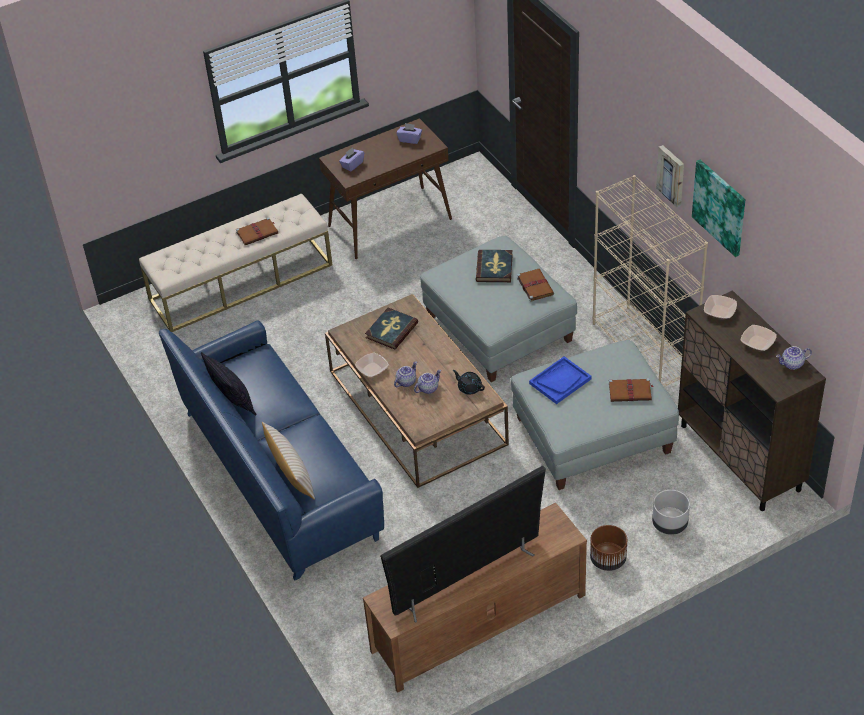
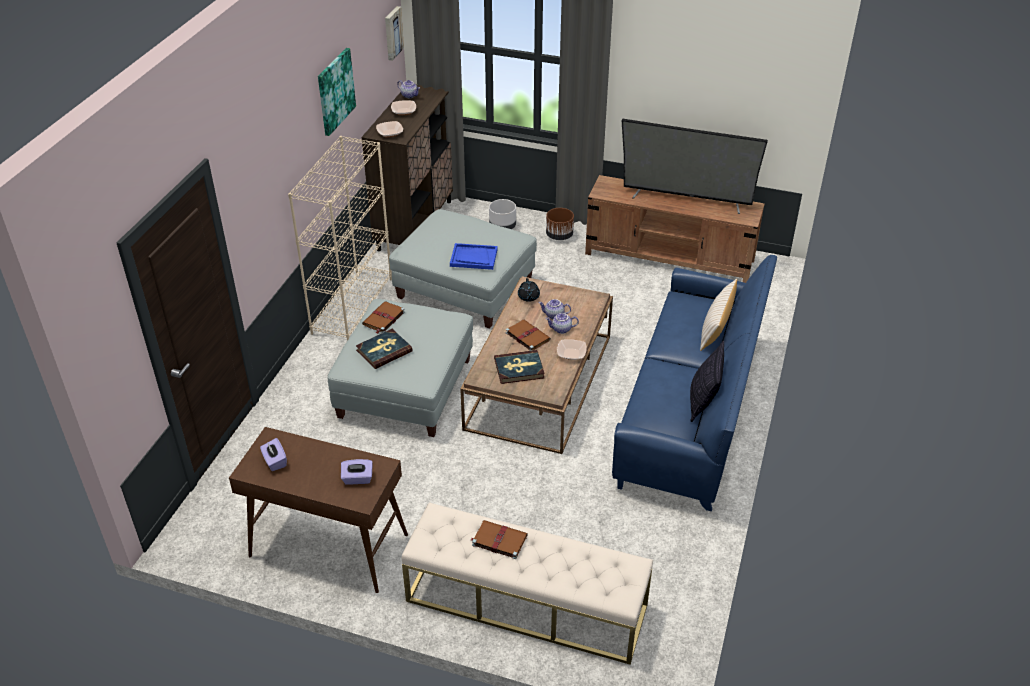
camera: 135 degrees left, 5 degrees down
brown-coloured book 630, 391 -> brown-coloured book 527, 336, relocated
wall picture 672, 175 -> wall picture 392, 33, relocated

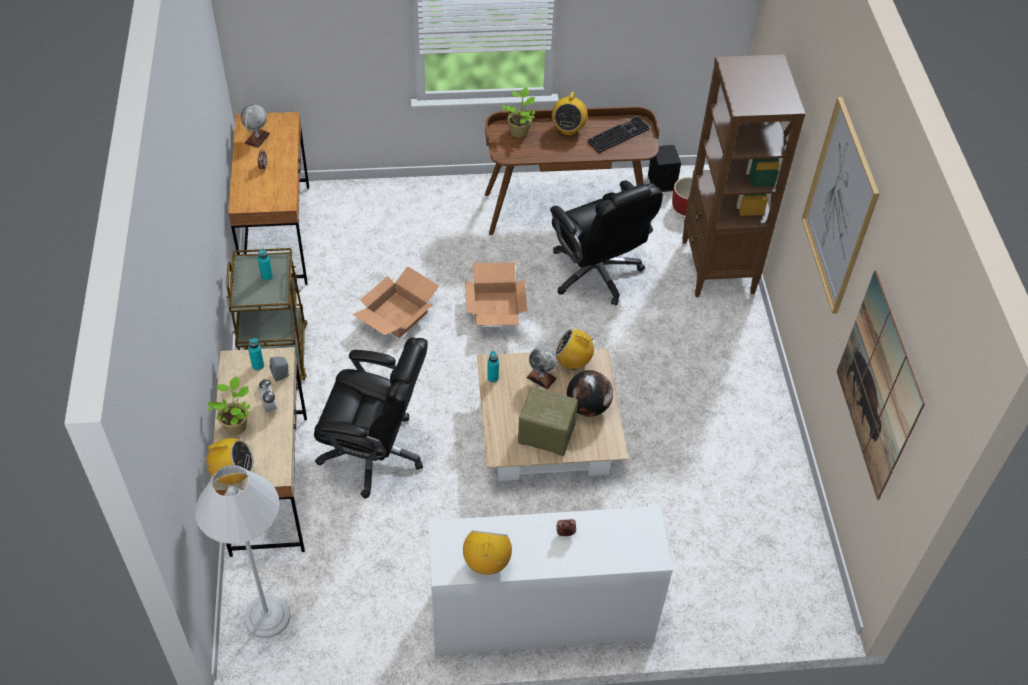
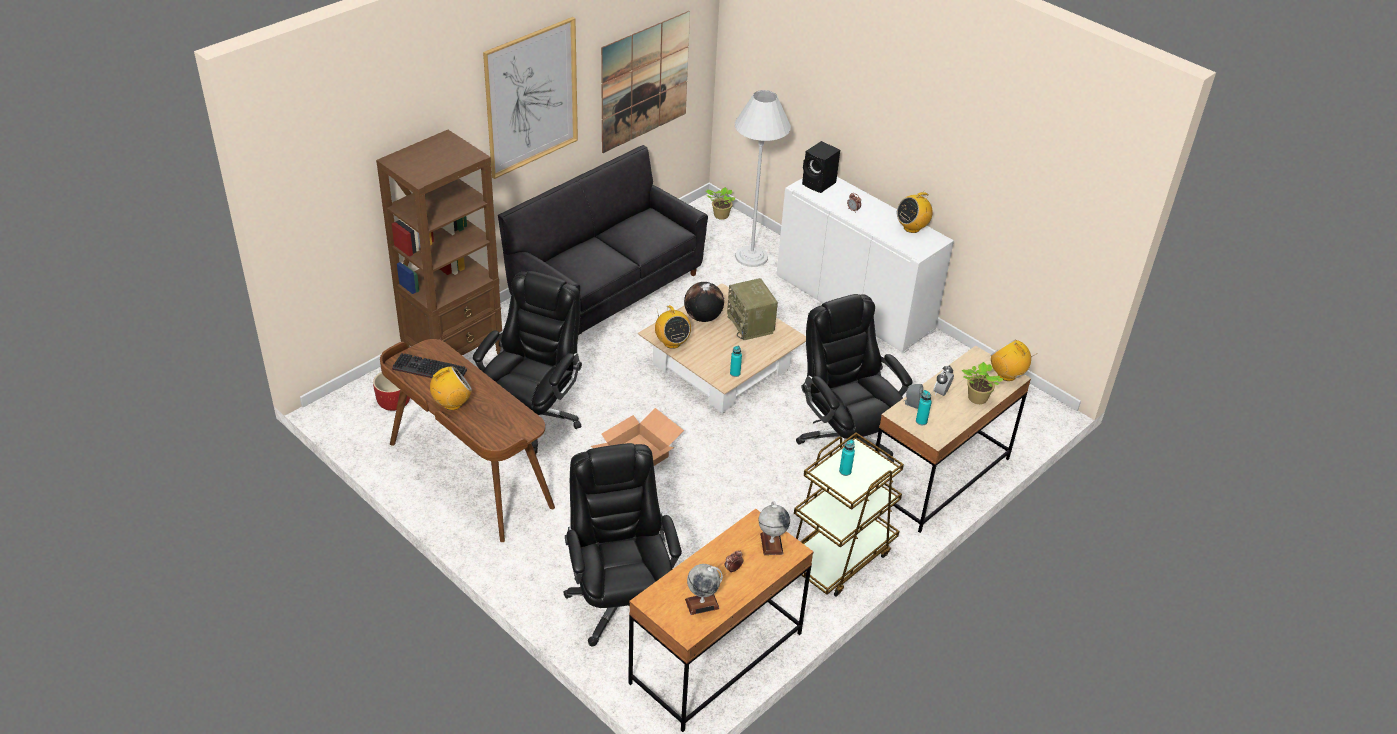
camera: 130 degrees left, 10 degrees down
whitish standing lamp 267, 617 -> whitish standing lamp 751, 257, relocated
packing box 397, 314 -> none
potted plant 519, 131 -> potted plant 720, 216, relocated
desk globe 541, 378 -> desk globe 771, 543, relocated
black-coloured speaker 660, 183 -> black-coloured speaker 819, 184, relocated
none -> black-coloured couch 606, 290
none -> black-coloured office chair 620, 602

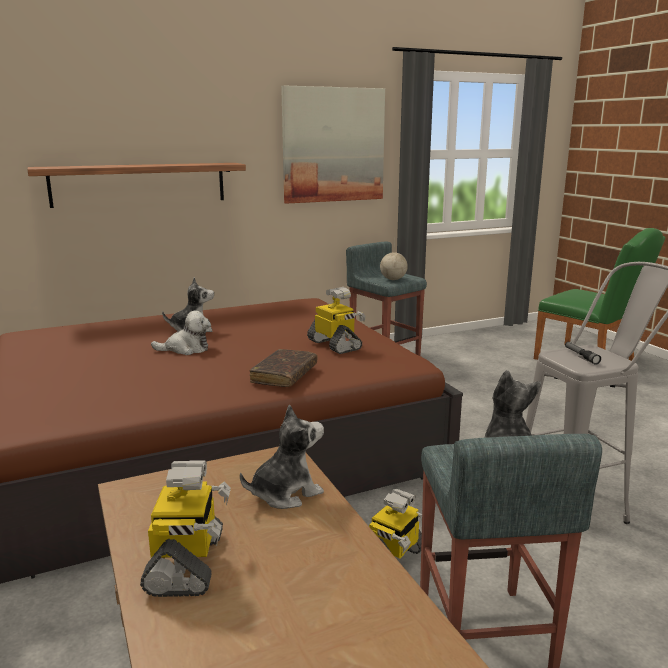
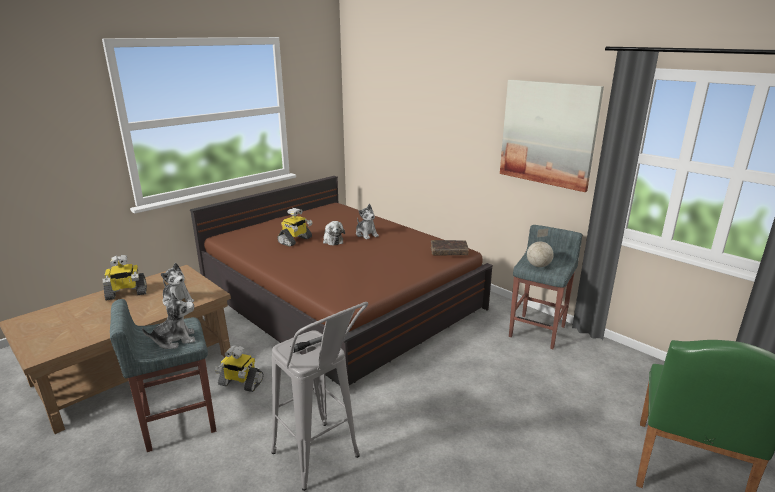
camera: 70 degrees right, 5 degrees up
bracket shelf 139, 184 -> none
brown-coloured book 284, 375 -> brown-coloured book 449, 252, relocated
robot figure 335, 345 -> robot figure 295, 240, relocated

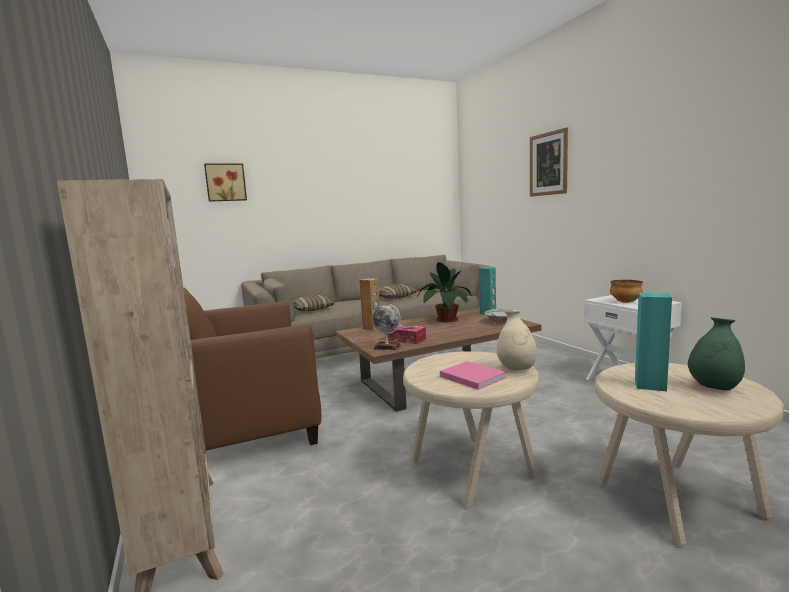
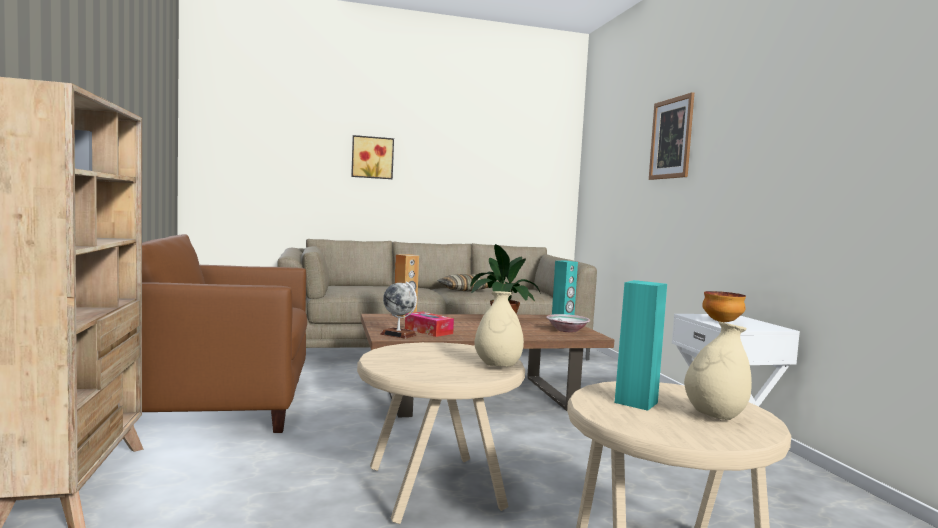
camera: 10 degrees right, 5 degrees down
wall picture 225, 182 -> wall picture 372, 157, relocated
cushion 312, 309 -> none
pink-coloured book 471, 376 -> none
green-coloured decorative vase 714, 388 -> sand-coloured decorative vase 715, 416

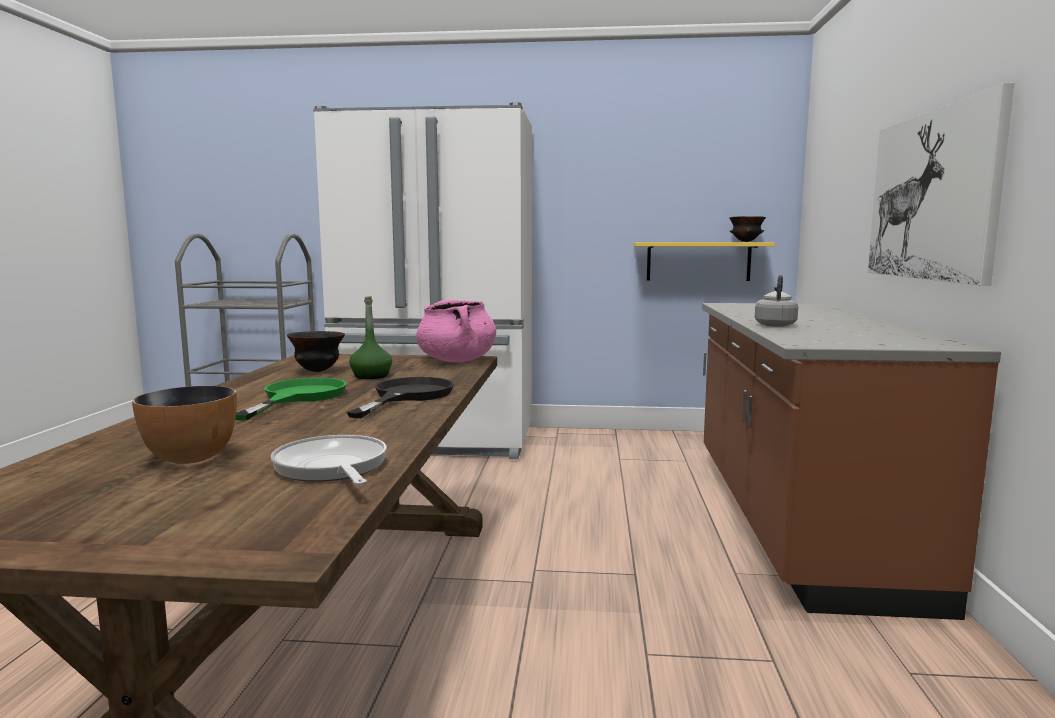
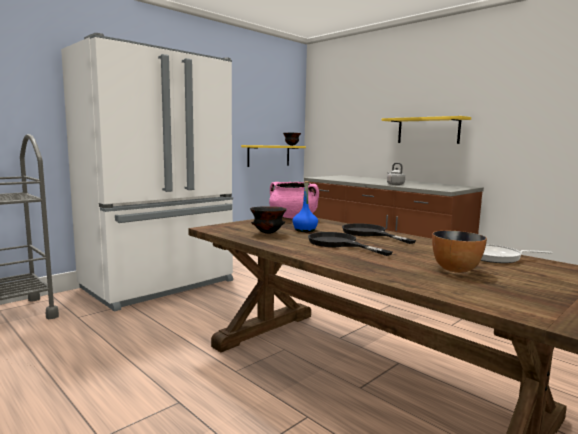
camera: 50 degrees left, 0 degrees up
green-coloured skillet 298, 397 -> black-coloured skillet 338, 244
green-coloured bottle 371, 376 -> blue-coloured bottle 305, 230
wall picture 931, 195 -> yellow bracket shelf 428, 130

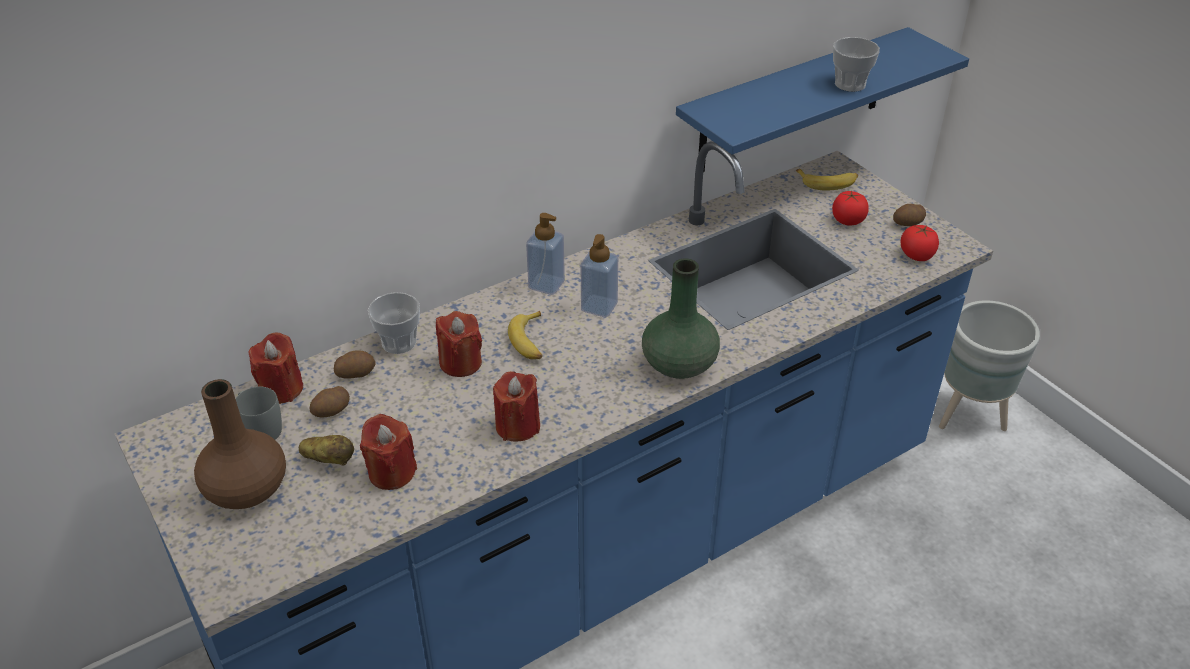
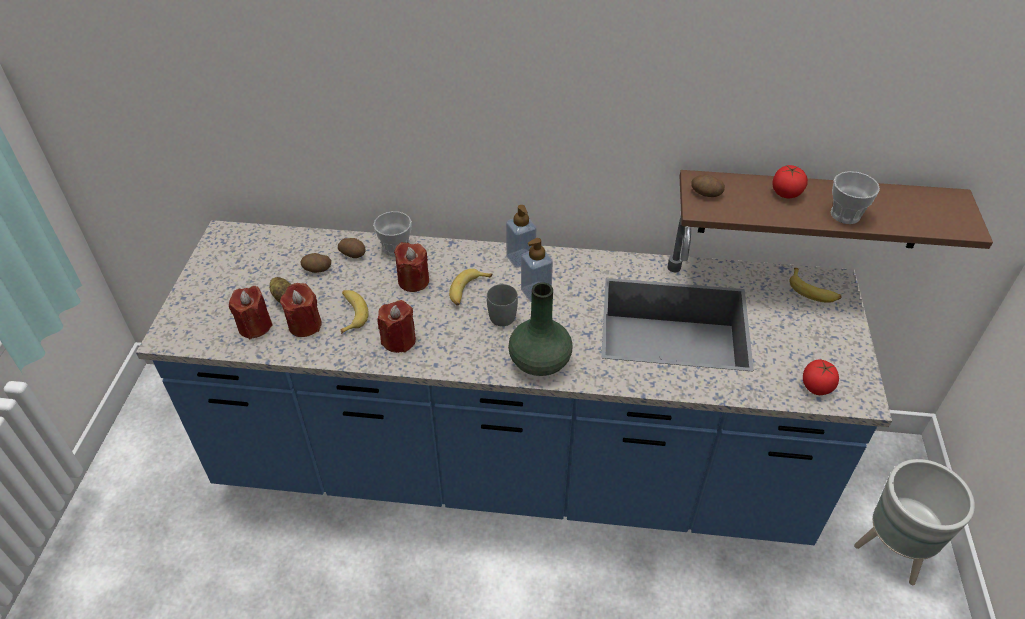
camera: 40 degrees right, 5 degrees up
brown-coloured decorative vase 246, 491 -> none
greyish coffee mug 260, 428 -> greyish coffee mug 502, 313, relocated
red-coloured candle 281, 389 -> red-coloured candle 255, 326, relocated
blue-coloured bracket shelf 793, 101 -> brown-coloured bracket shelf 813, 209
whole tomato 848, 220 -> whole tomato 786, 193, relocated
spud 908, 223 -> spud 706, 194, relocated
none -> banana fruit 351, 313

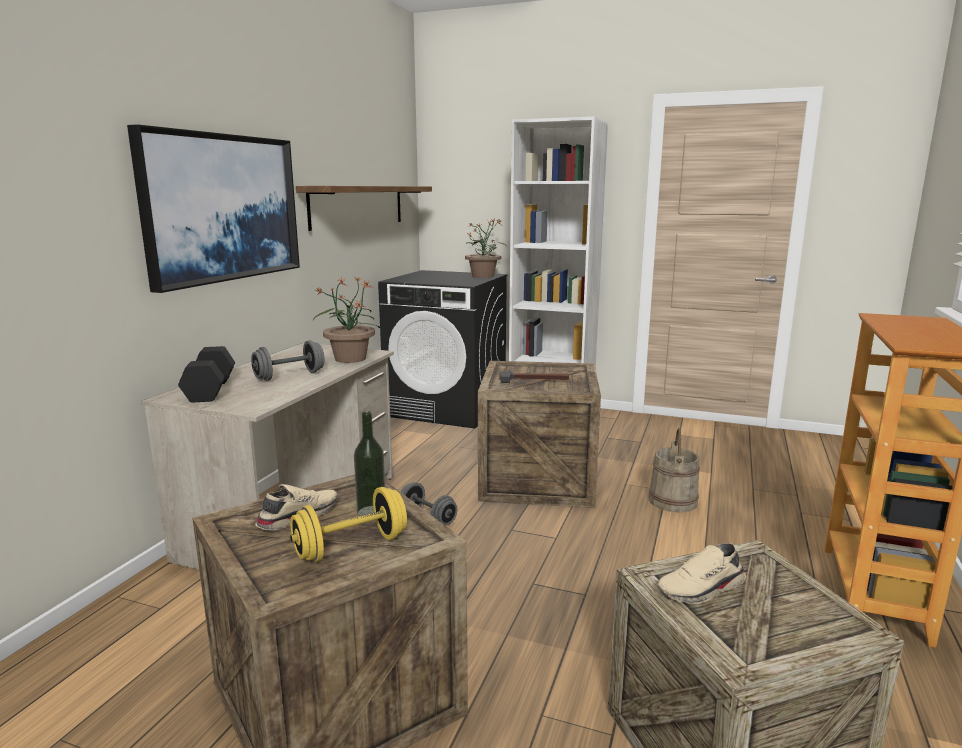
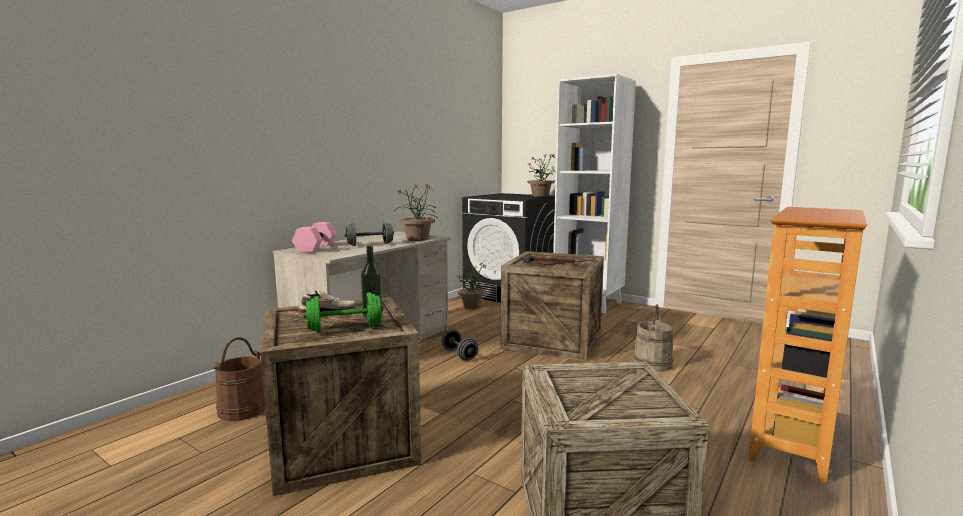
camera: 15 degrees right, 5 degrees down
wall picture 222, 208 -> none
black-coloured free weight 209, 389 -> pink-coloured free weight 315, 248
yellow free weight 351, 547 -> green-coloured free weight 345, 329
bracket shelf 358, 206 -> none
sand-coloured shoe 702, 589 -> none
none -> brown-coloured bucket 242, 409
none -> potted plant 472, 306

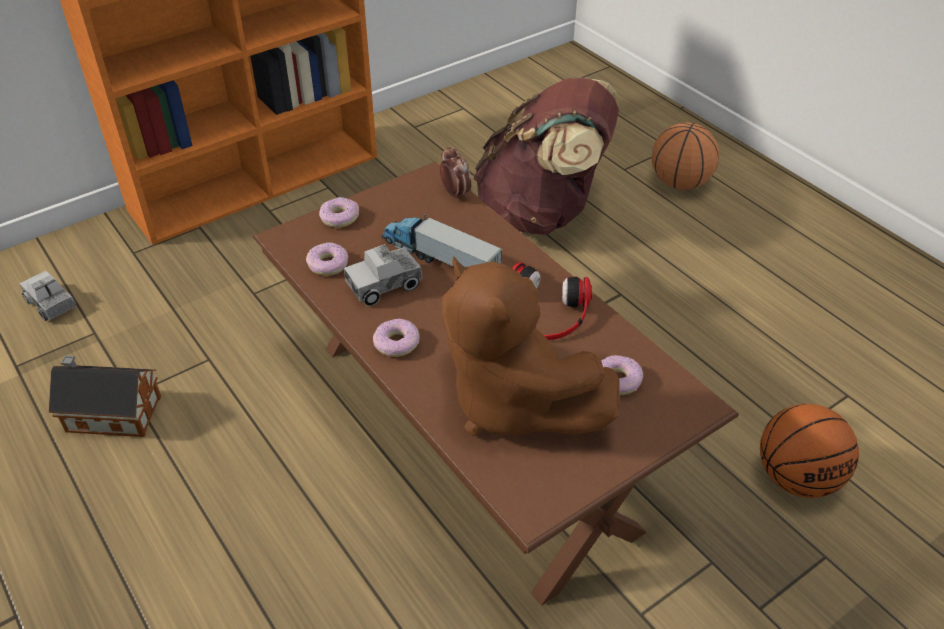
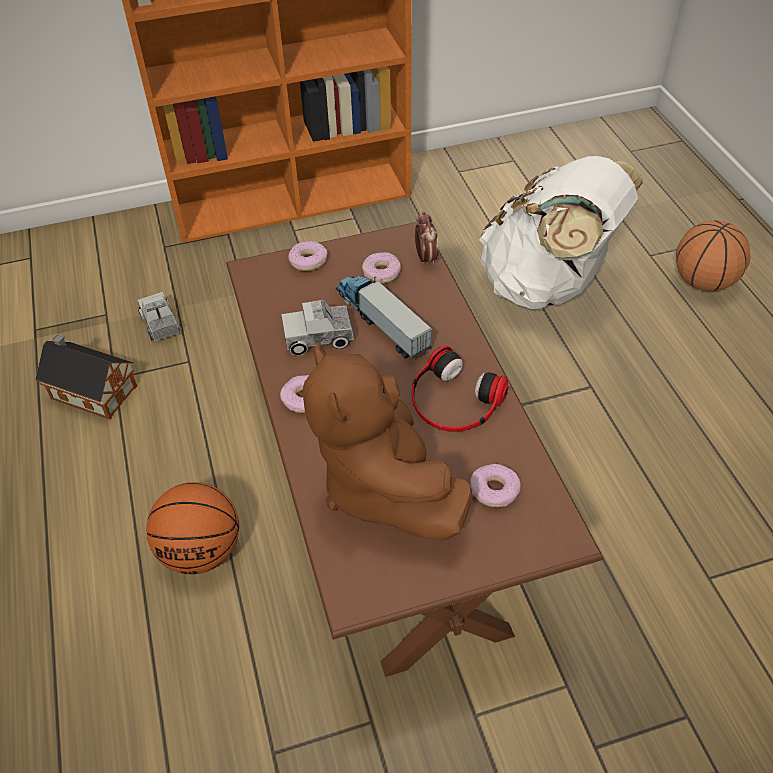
camera: 20 degrees right, 5 degrees up
toy truck 51, 304 -> toy truck 161, 324, relocated
doughnut 328, 264 -> doughnut 381, 273, relocated
brown-coloured rucksack 542, 213 -> whitish rucksack 547, 285
basketball 797, 478 -> basketball 201, 551, relocated

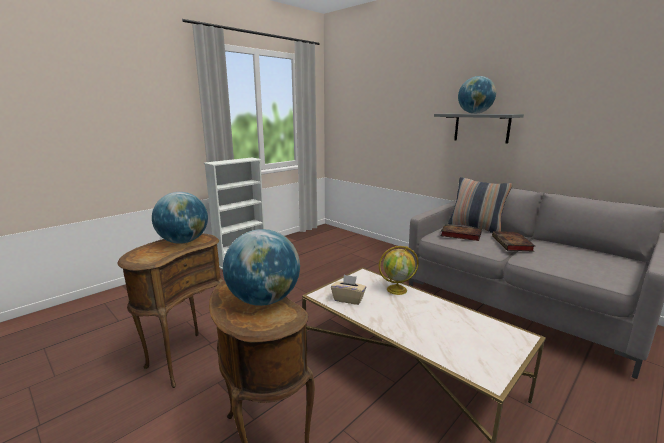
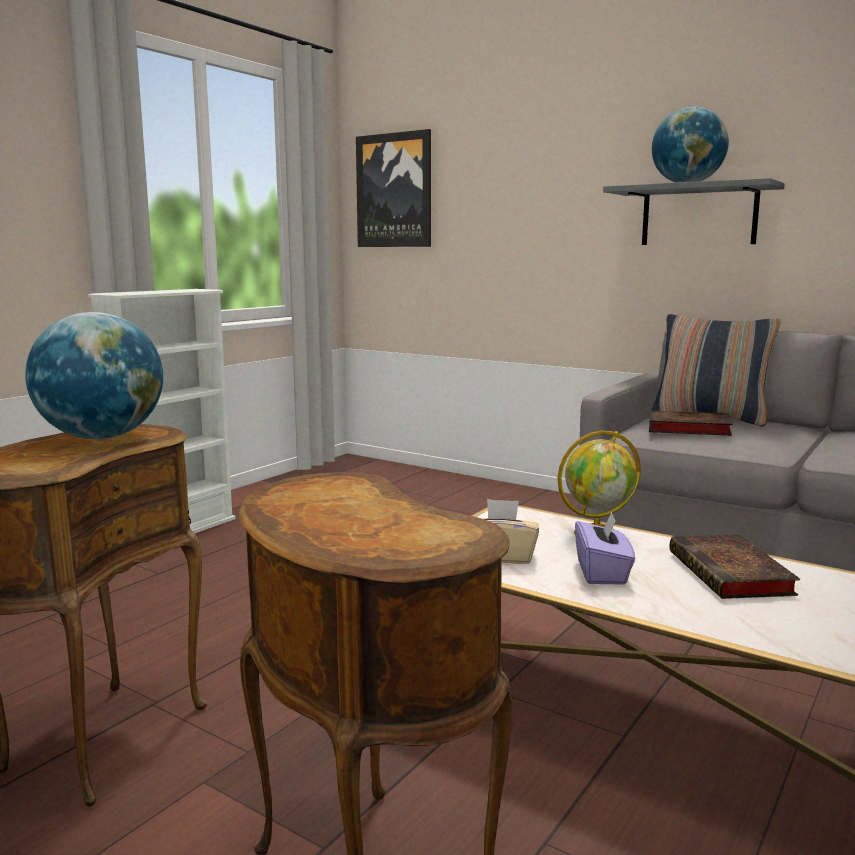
camera: 10 degrees left, 5 degrees down
desk globe 264, 300 -> none
book 512, 244 -> book 732, 575, relocated
none -> wall picture 394, 191
none -> purplish box of tissues 602, 573

